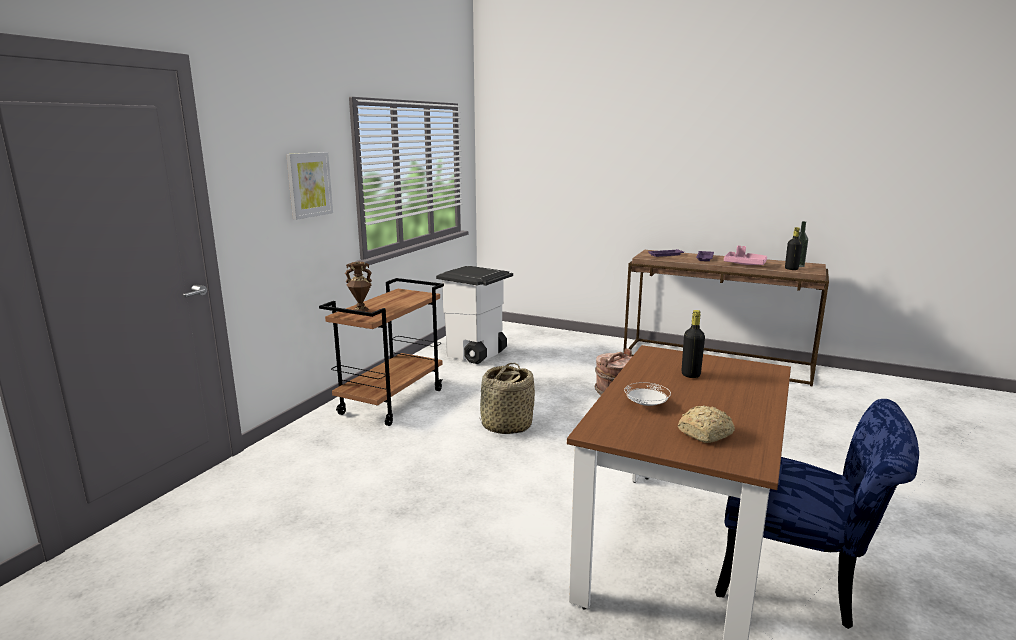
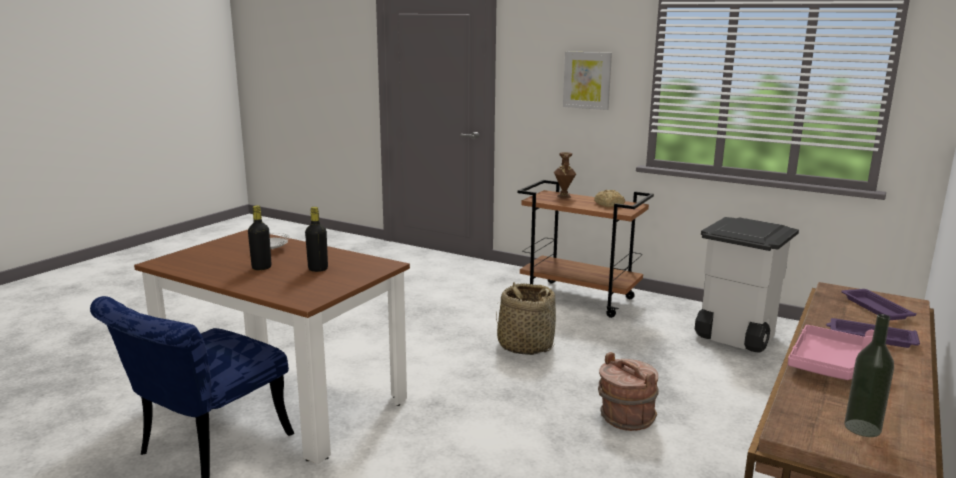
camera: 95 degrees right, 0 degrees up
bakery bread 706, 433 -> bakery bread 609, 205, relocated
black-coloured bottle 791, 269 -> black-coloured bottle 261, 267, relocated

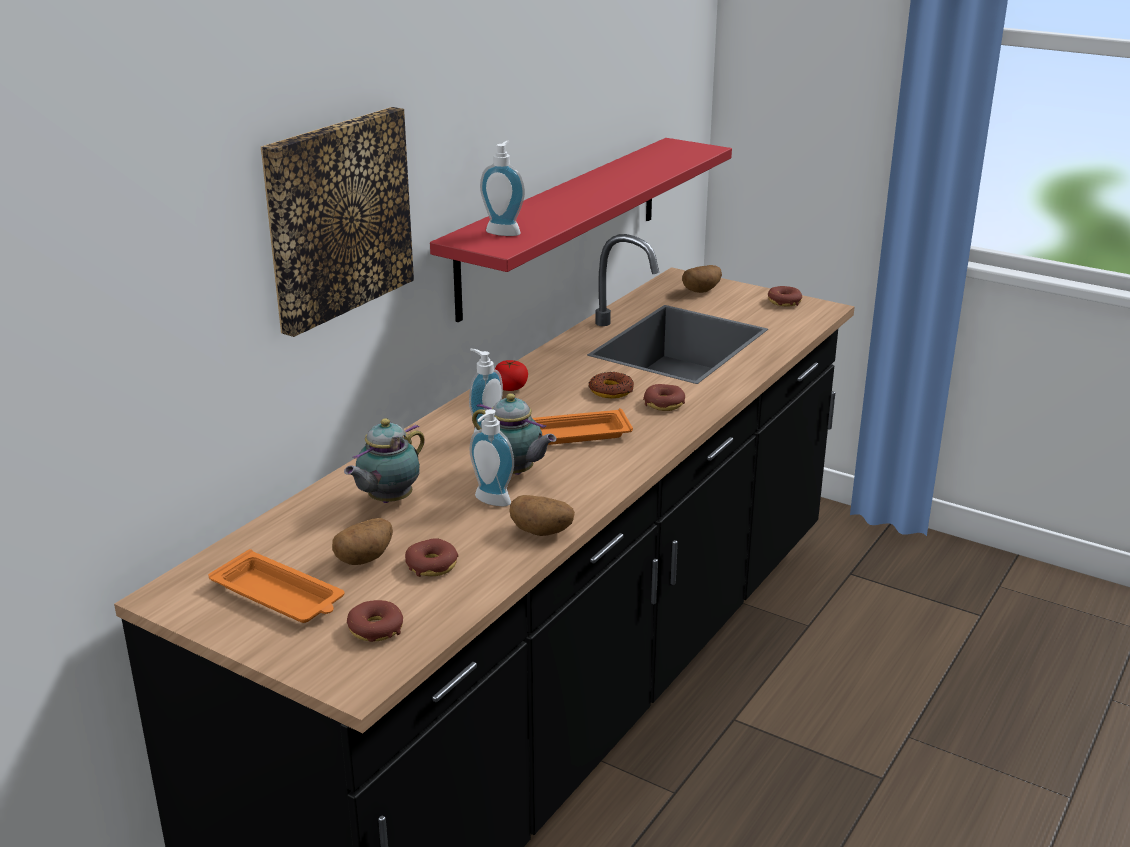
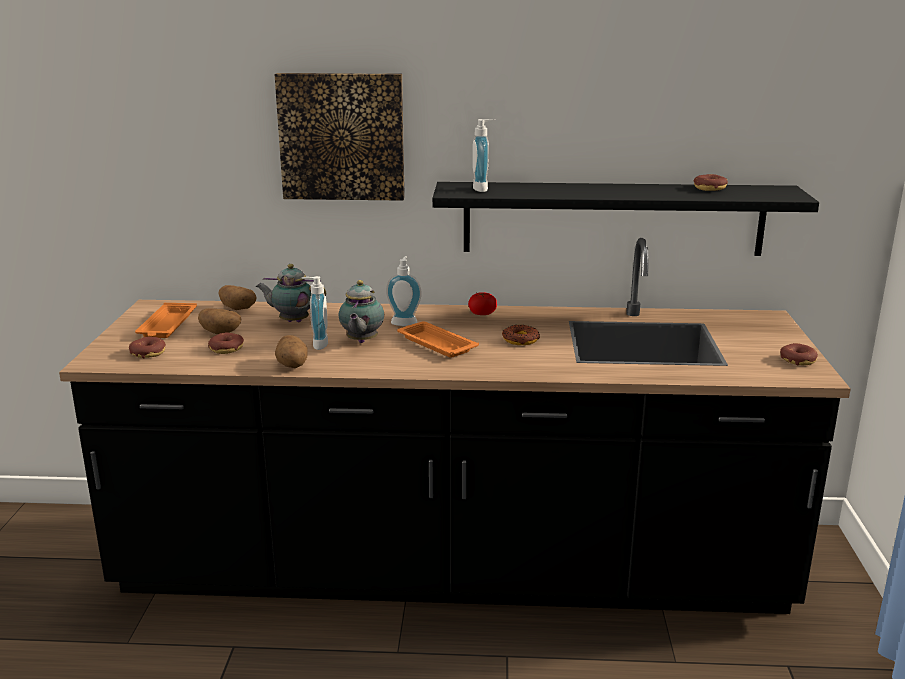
camera: 60 degrees right, 5 degrees down
red-coloured bracket shelf 562, 224 -> black-coloured bracket shelf 613, 218
doughnut 664, 404 -> doughnut 709, 188, relocated
spud 701, 290 -> spud 239, 308, relocated

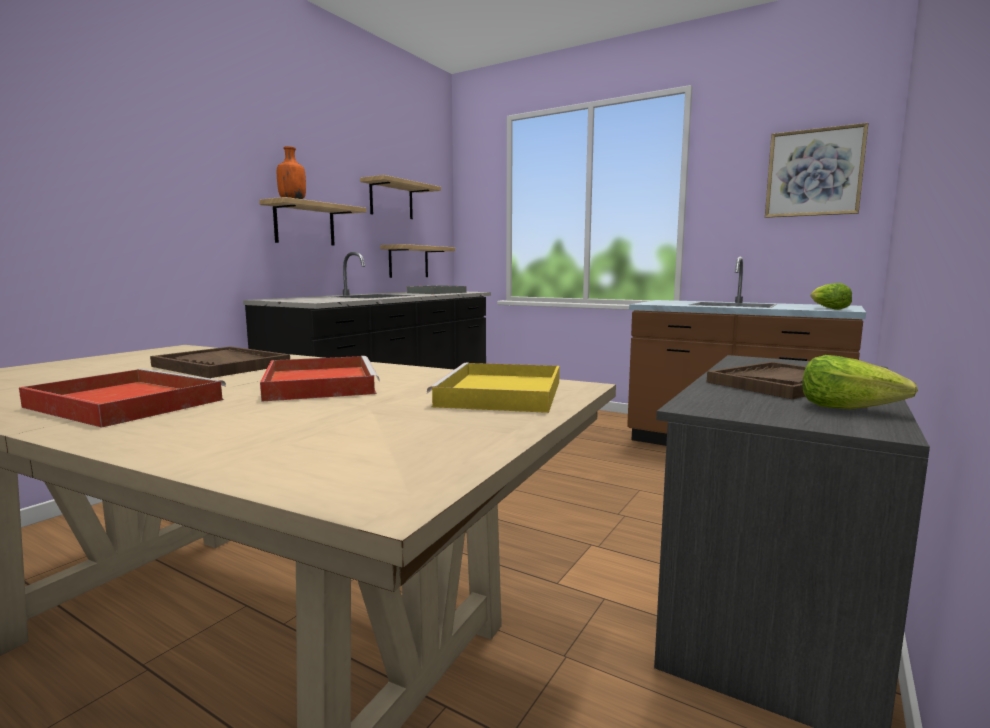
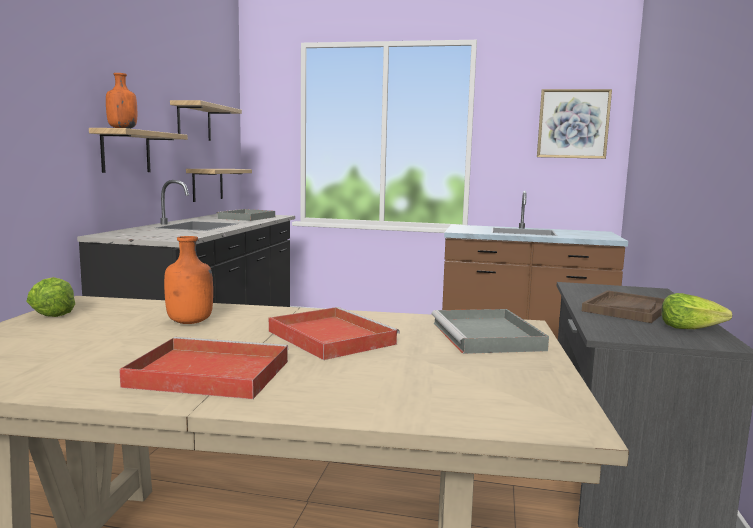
camera: 20 degrees left, 0 degrees up
brown-coloured serving tray 222, 365 -> orange bottle 191, 322
yellow serving tray 501, 394 -> greyish serving tray 488, 336
head of lettuce 827, 309 -> head of lettuce 52, 313, relocated

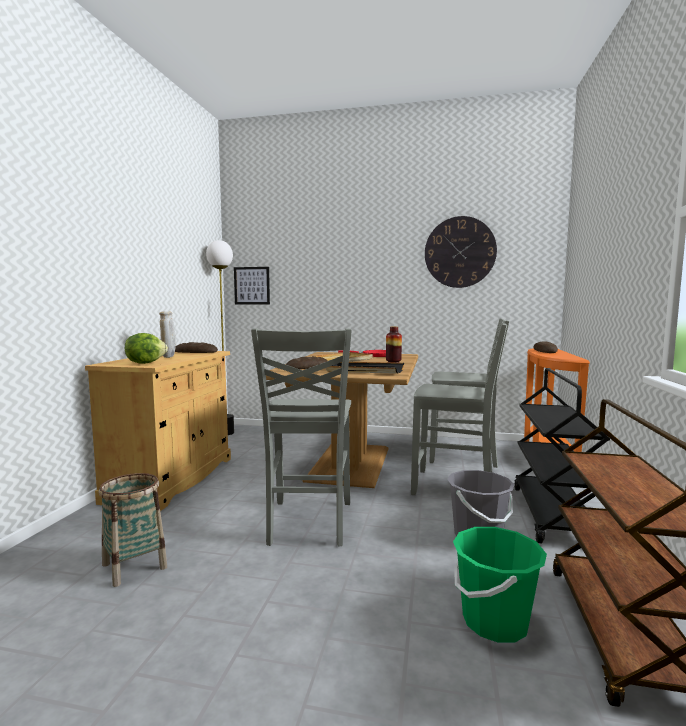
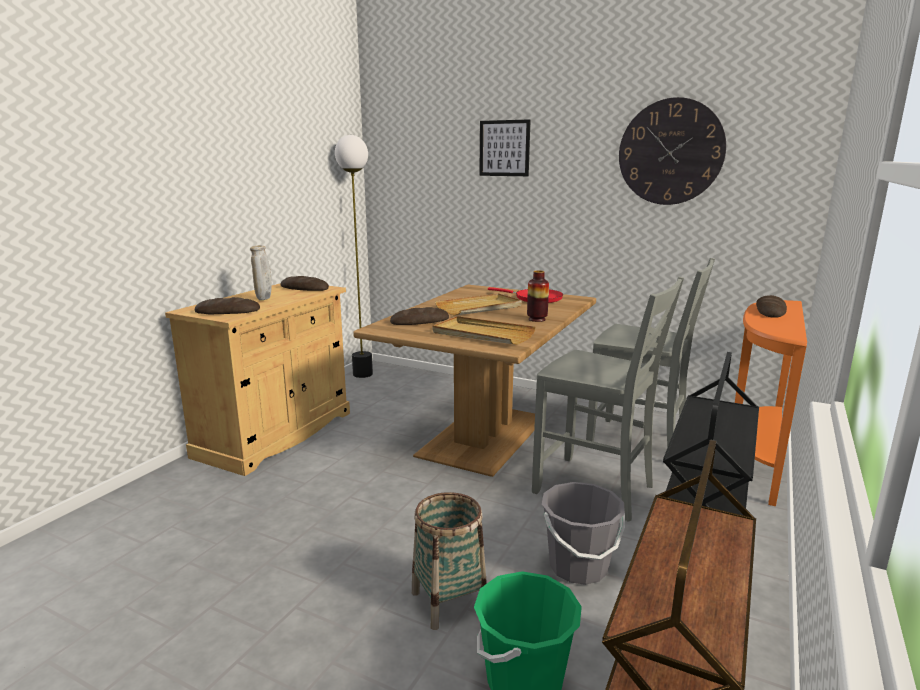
camera: 15 degrees right, 10 degrees up
storage basket 134, 566 -> storage basket 449, 601, relocated
head of lettuce 145, 363 -> bakery bread 227, 311
wall picture 252, 285 -> wall picture 504, 148, relocated
greyish upright chair 308, 523 -> none
black-coloured serving tray 364, 370 -> sand-coloured serving tray 482, 334

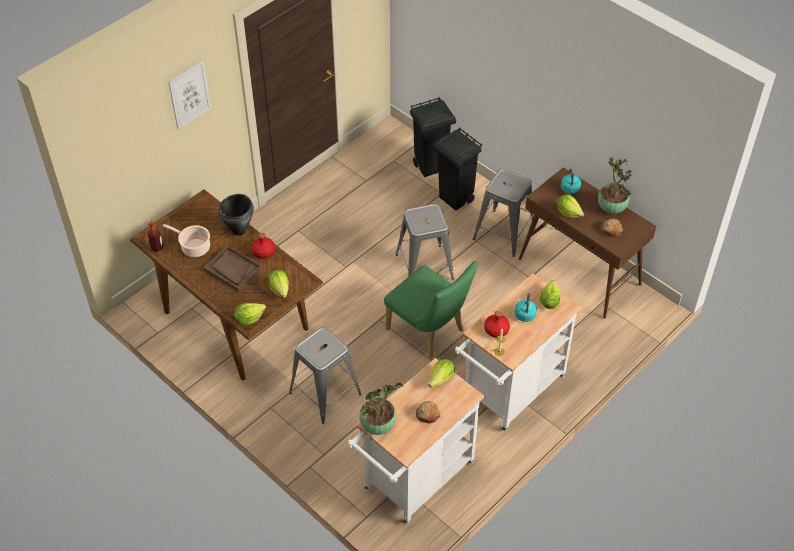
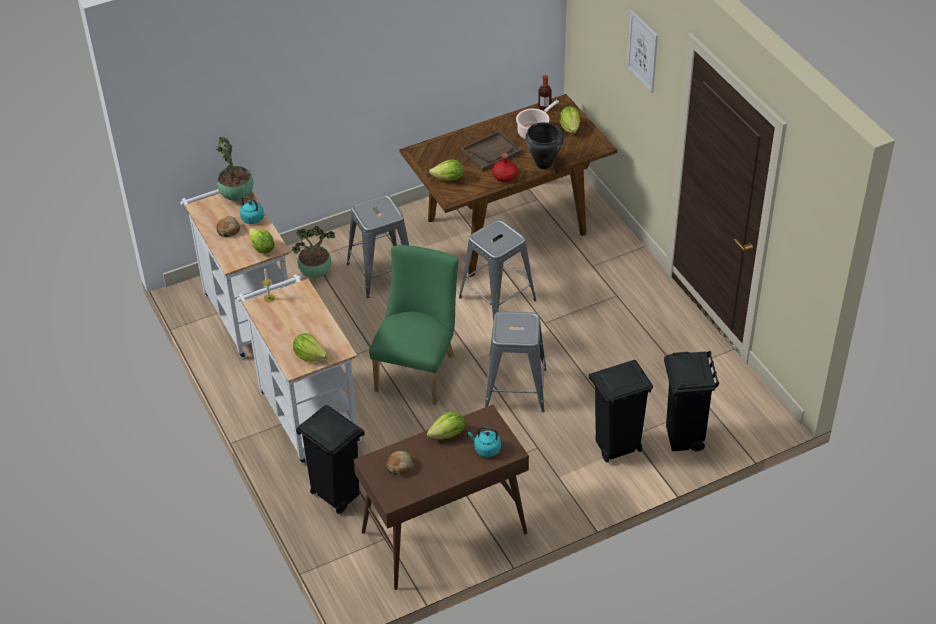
camera: 110 degrees right, 5 degrees down
head of lettuce 249, 319 -> head of lettuce 570, 127, relocated
green-coloured upright chair 430, 332 -> green-coloured upright chair 418, 369, 135 degrees clockwise
greyish sitting stool 503, 233 -> greyish sitting stool 497, 298, relocated
red-coloured bottle 496, 329 -> none
blue-green kettle 525, 314 -> blue-green kettle 253, 219, relocated
potted plant 610, 208 -> potted plant 316, 273, relocated
none -> black-coloured trash can 336, 495

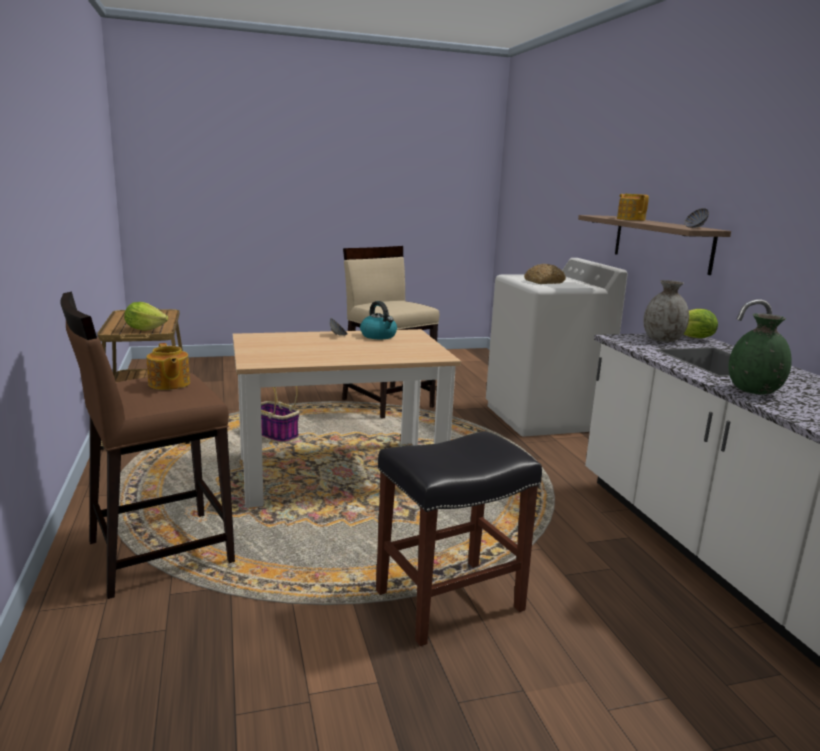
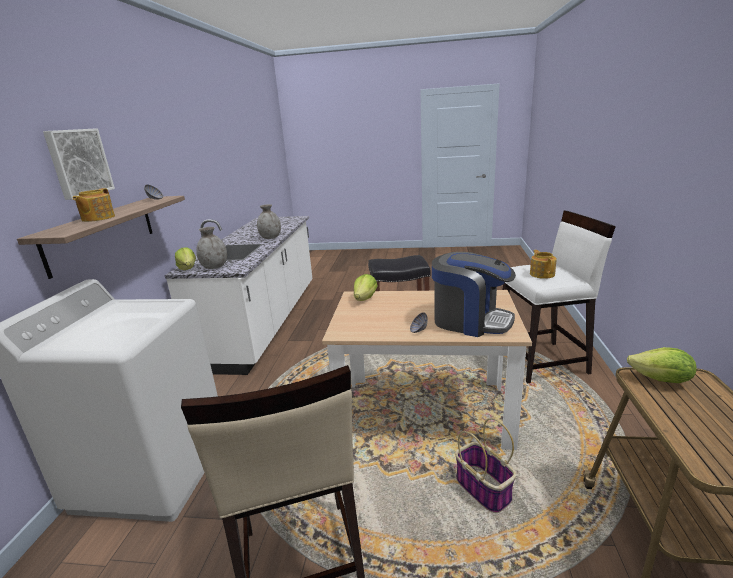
camera: 155 degrees left, 5 degrees up
brown-coloured sitting stool 158, 552 -> whitish sitting stool 543, 362
kettle 379, 336 -> none
bakery bread 544, 282 -> none
green-coloured decorative vase 753, 391 -> greyish decorative vase 271, 237
none -> wall picture 78, 162
none -> head of lettuce 365, 298
none -> coffee machine 470, 321

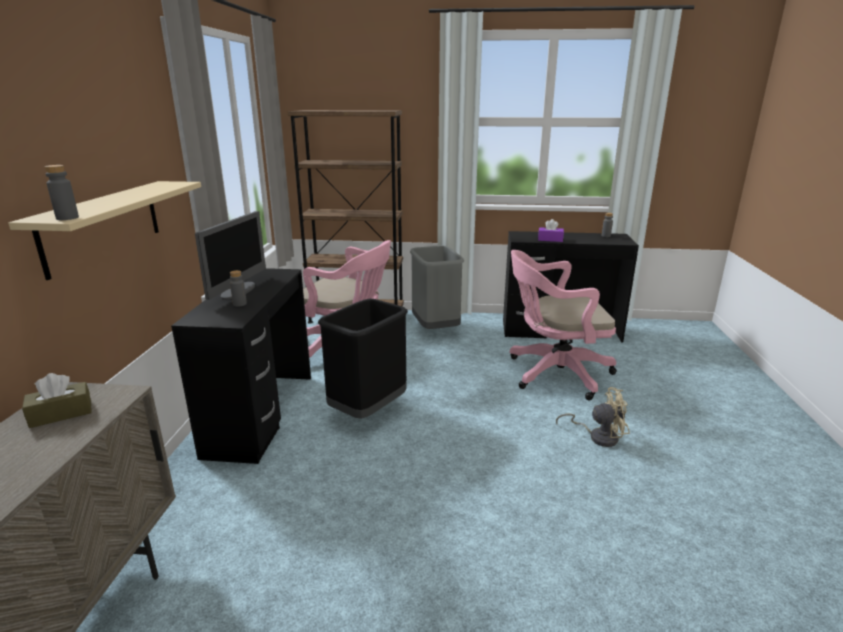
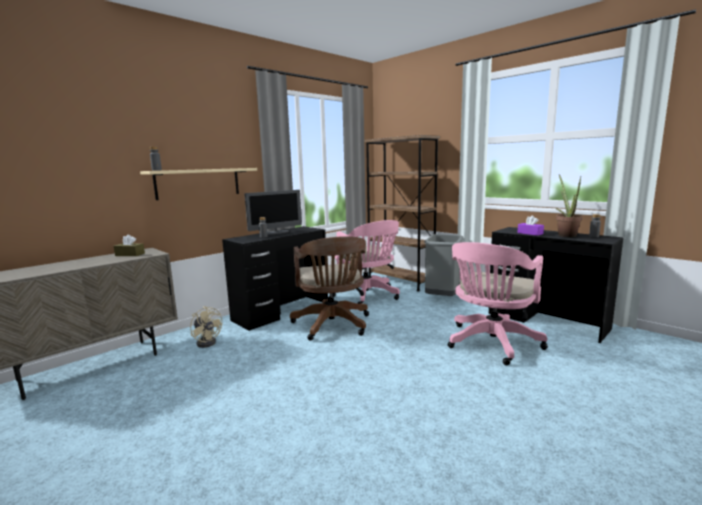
camera: 40 degrees right, 10 degrees down
black-coloured trash can 368, 410 -> brown-coloured office chair 332, 326
pink-coloured office chair 553, 373 -> pink-coloured office chair 491, 344, 90 degrees counterclockwise
sand-coloured electric fan 598, 436 -> sand-coloured electric fan 208, 342, relocated
none -> potted plant 565, 235

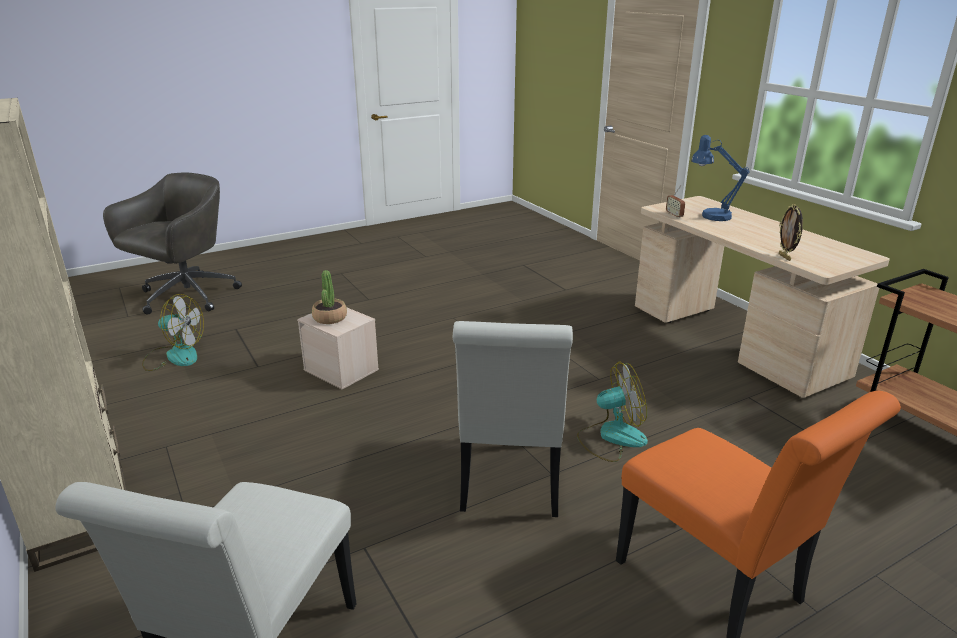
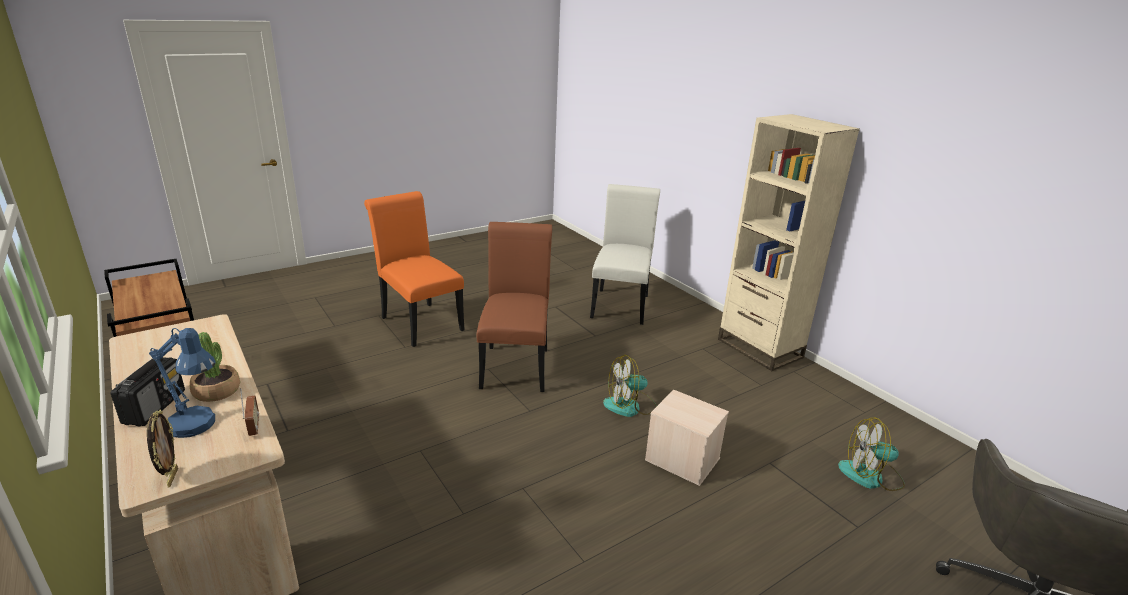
camera: 175 degrees right, 0 degrees up
potted plant 329, 318 -> potted plant 217, 391, relocated
whitish upright chair 510, 481 -> brown-coloured upright chair 515, 364
electric fan 611, 437 -> electric fan 630, 406, relocated
picture frame 785, 257 -> picture frame 171, 477, relocated
none -> radio receiver 155, 407

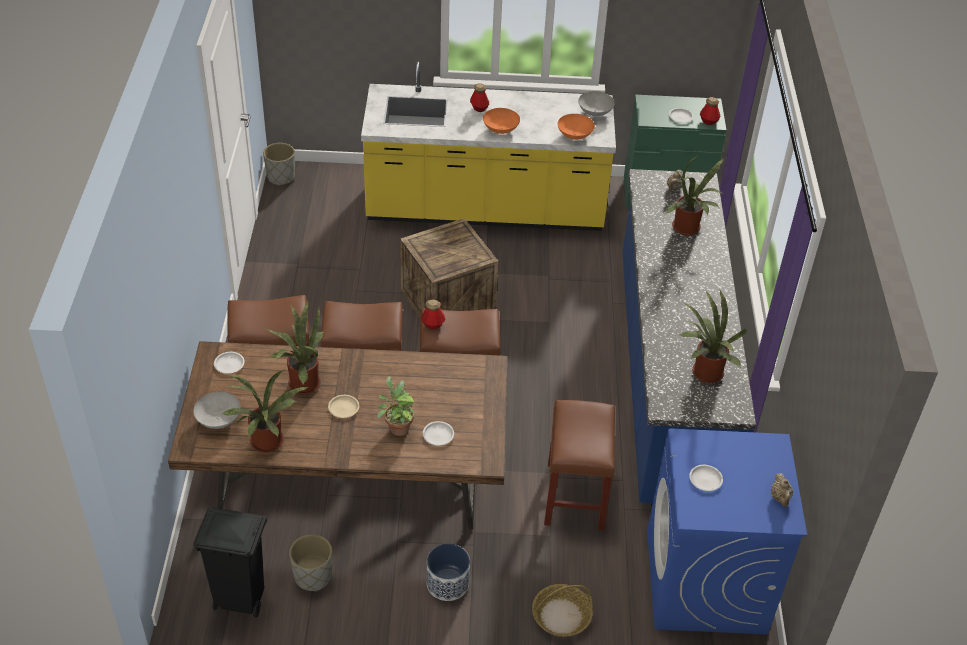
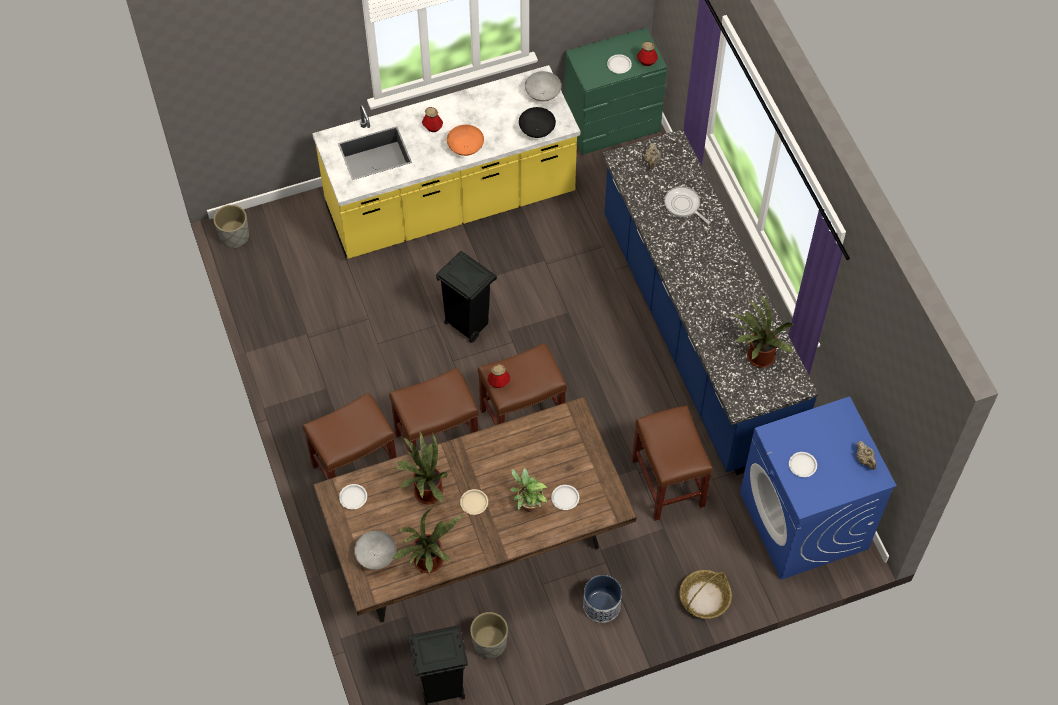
camera: 20 degrees left, 15 degrees up
crate 447, 302 -> black-coloured trash can 467, 324
orange serving bowl 574, 136 -> black-coloured serving bowl 537, 130
potted plant 688, 229 -> skillet 683, 205

